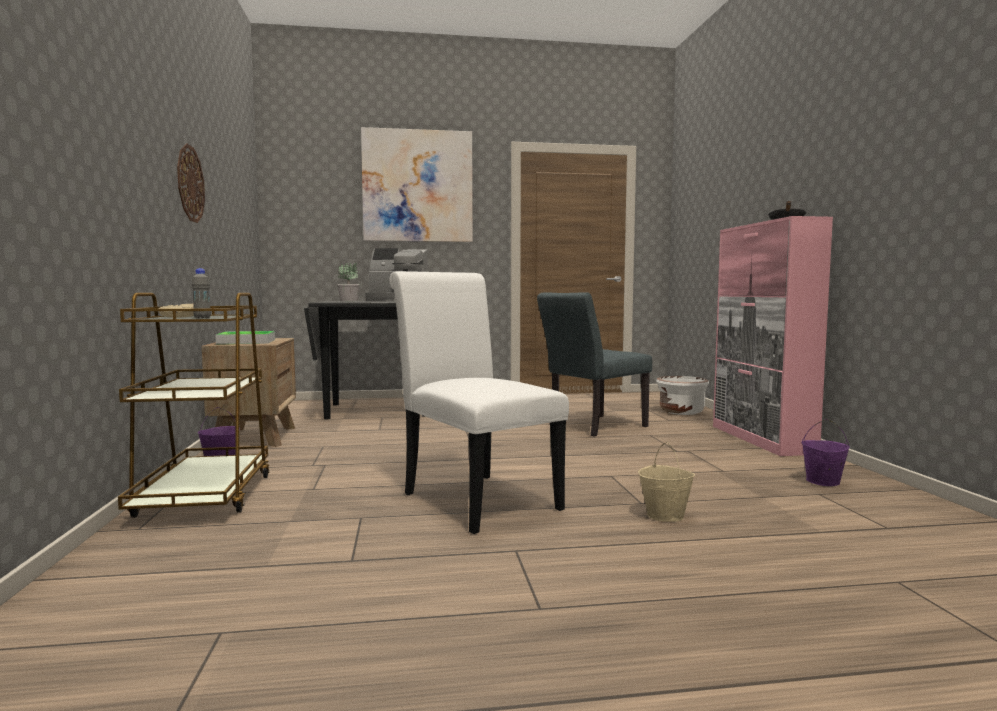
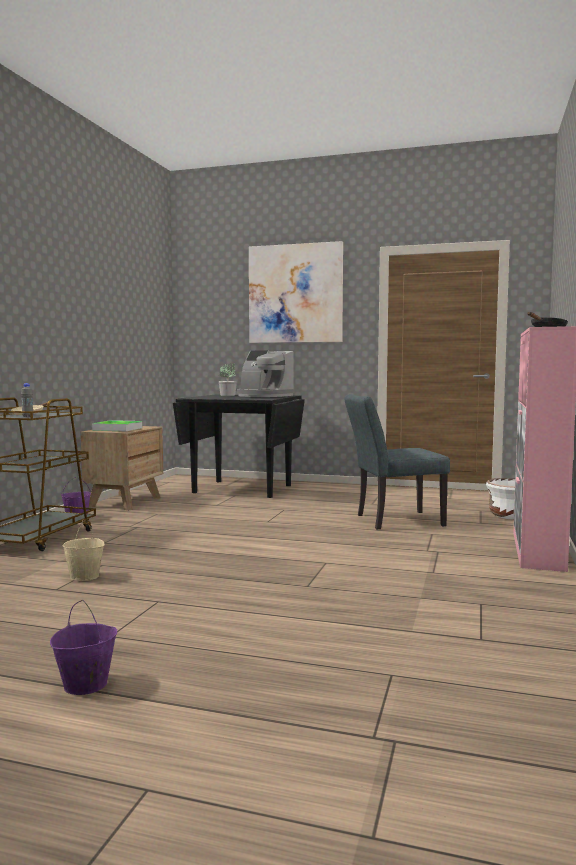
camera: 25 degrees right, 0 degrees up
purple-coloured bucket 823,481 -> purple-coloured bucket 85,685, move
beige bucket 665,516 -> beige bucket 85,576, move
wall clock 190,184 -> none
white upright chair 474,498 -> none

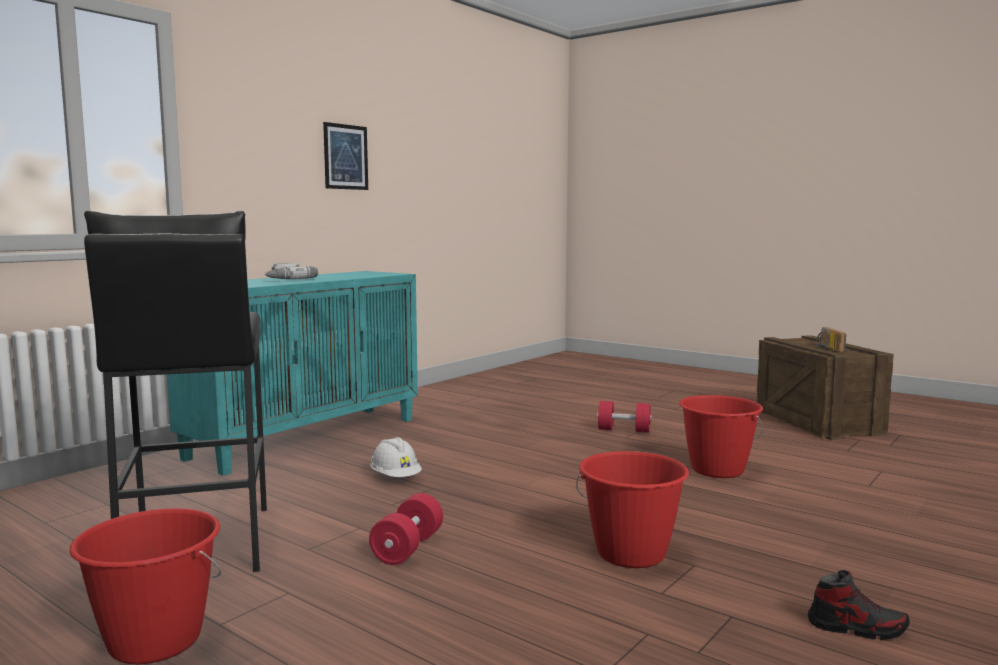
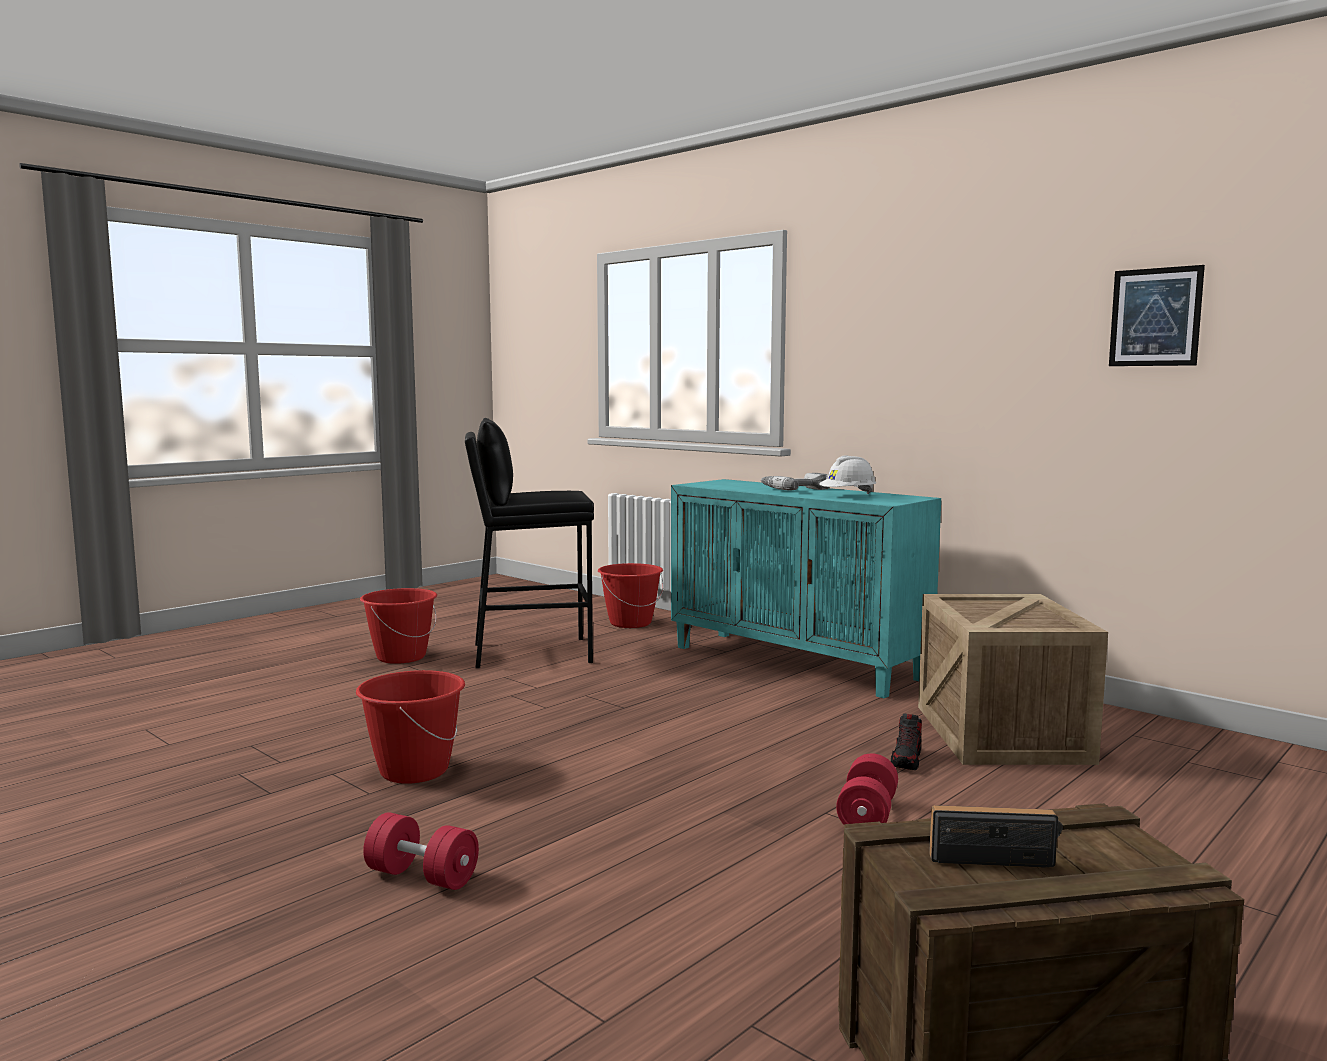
camera: 95 degrees right, 0 degrees up
red-coloured hand weight 407,548 -> red-coloured hand weight 422,876, move
red-coloured bucket 717,470 -> red-coloured bucket 630,623, move
white work helmet 395,478 -> white work helmet 848,495, move
low shoe 856,628 -> low shoe 907,760, move
none -> packing crate 1004,734
picture 346,157 -> picture 1155,317, move

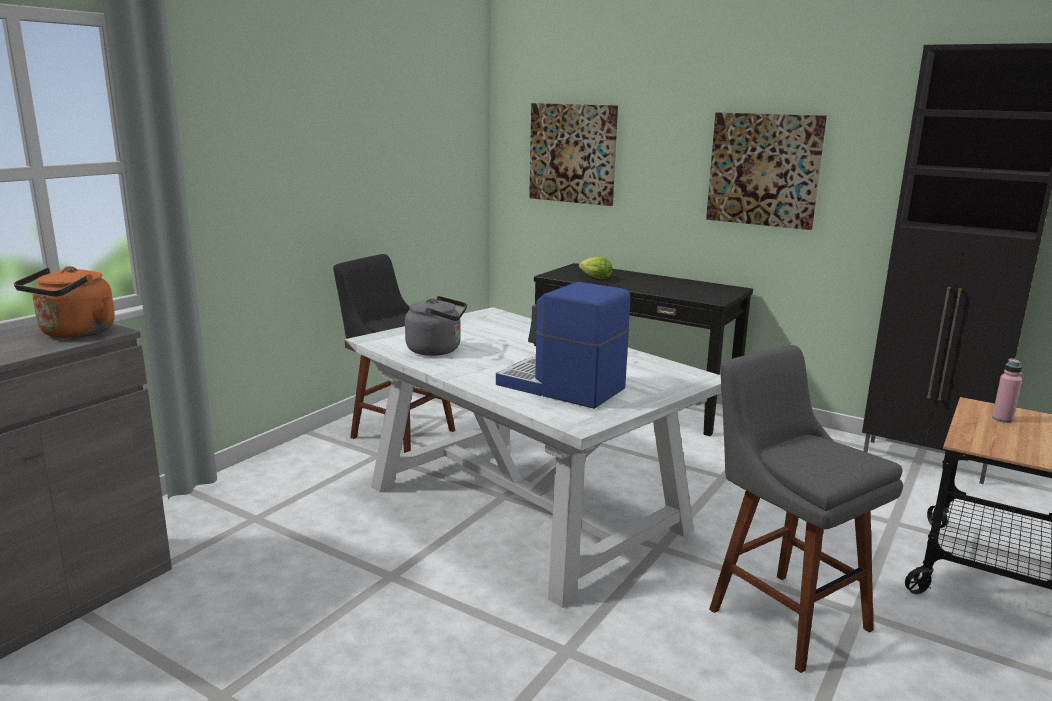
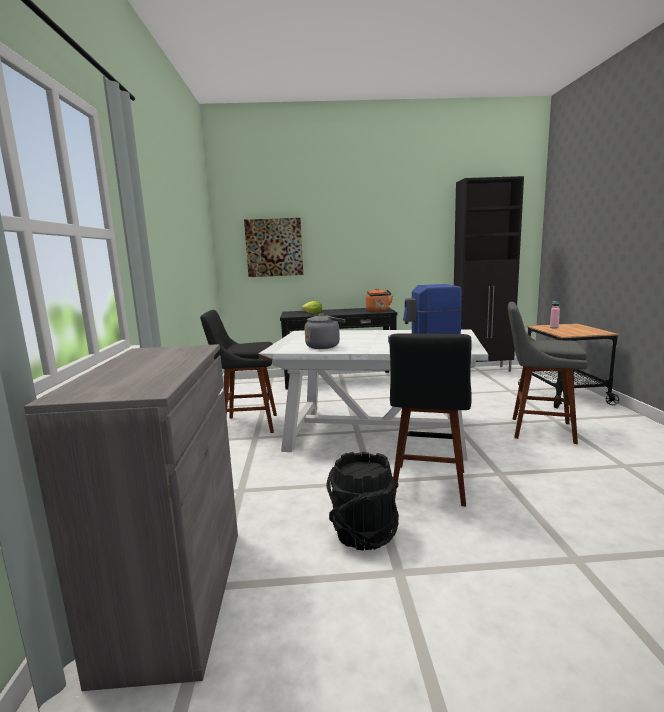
camera: 35 degrees left, 5 degrees down
none -> black bucket 363,534
orange water kettle 74,333 -> orange water kettle 378,311, move
none -> black stool 428,487
picture 764,170 -> none

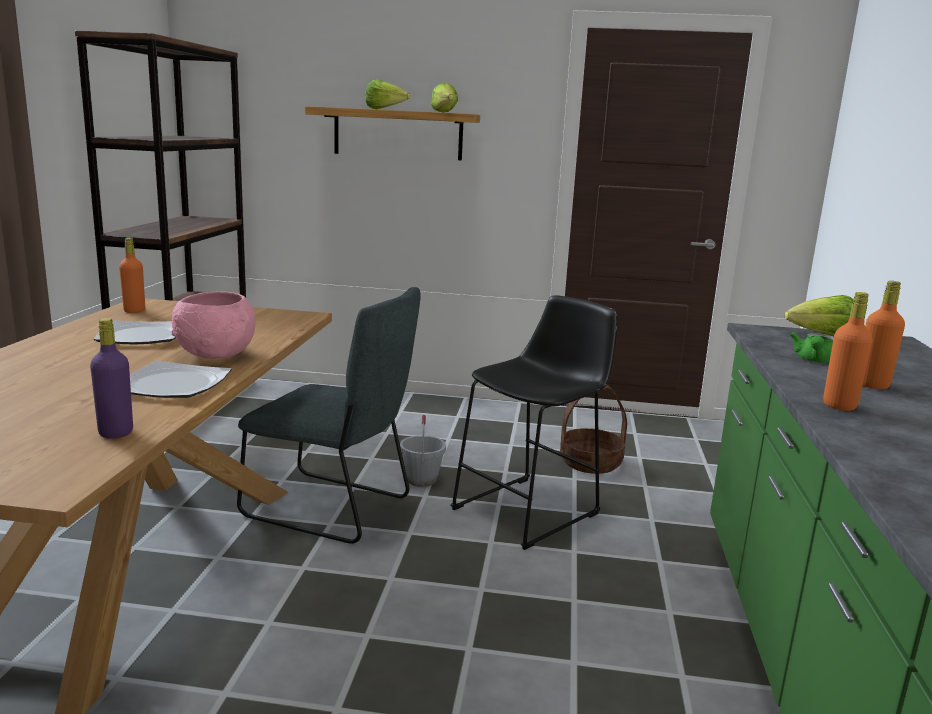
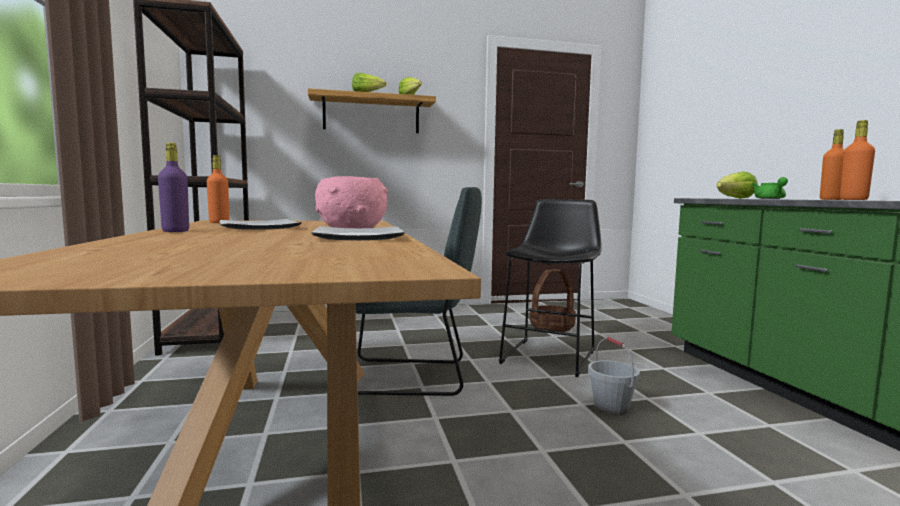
camera: 20 degrees left, 10 degrees down
purple-coloured bottle 116,433 -> purple-coloured bottle 175,231, move
greyish bucket 422,480 -> greyish bucket 611,408, move

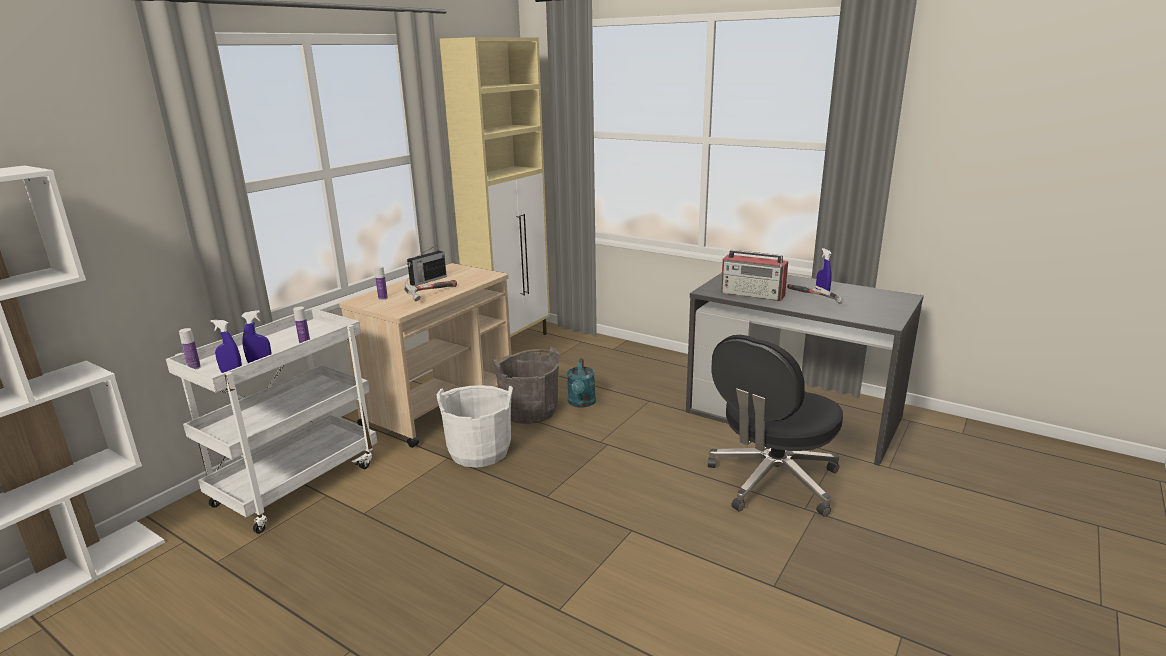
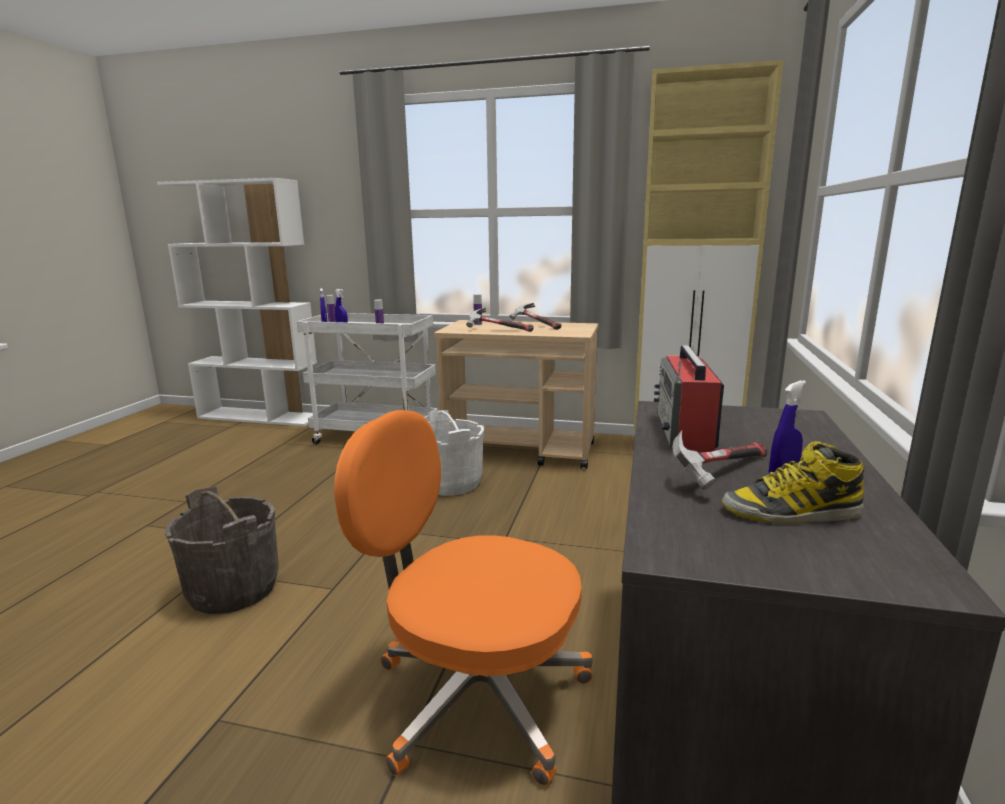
camera: 70 degrees right, 5 degrees down
greyish bucket 529,411 -> greyish bucket 233,589, move
black desk chair 772,481 -> orange desk chair 475,696
radio 427,280 -> tool hammer 536,325
none -> tall boot 791,512
turquoise watering pot 581,403 -> none

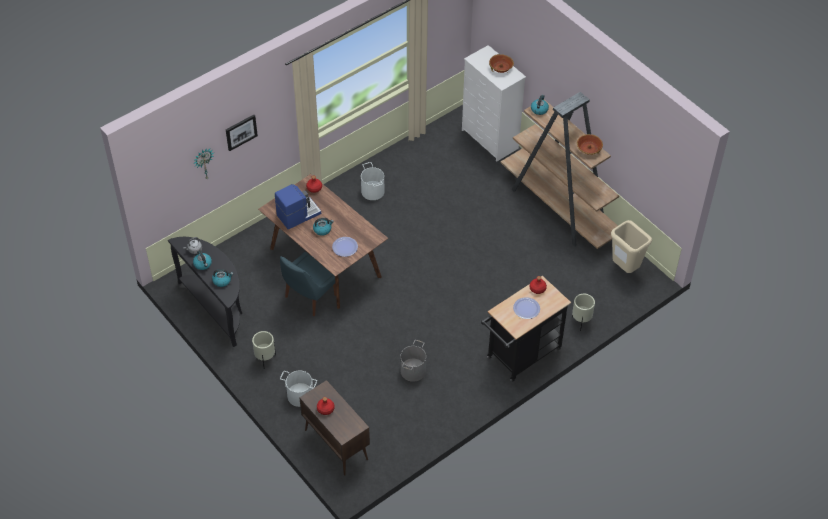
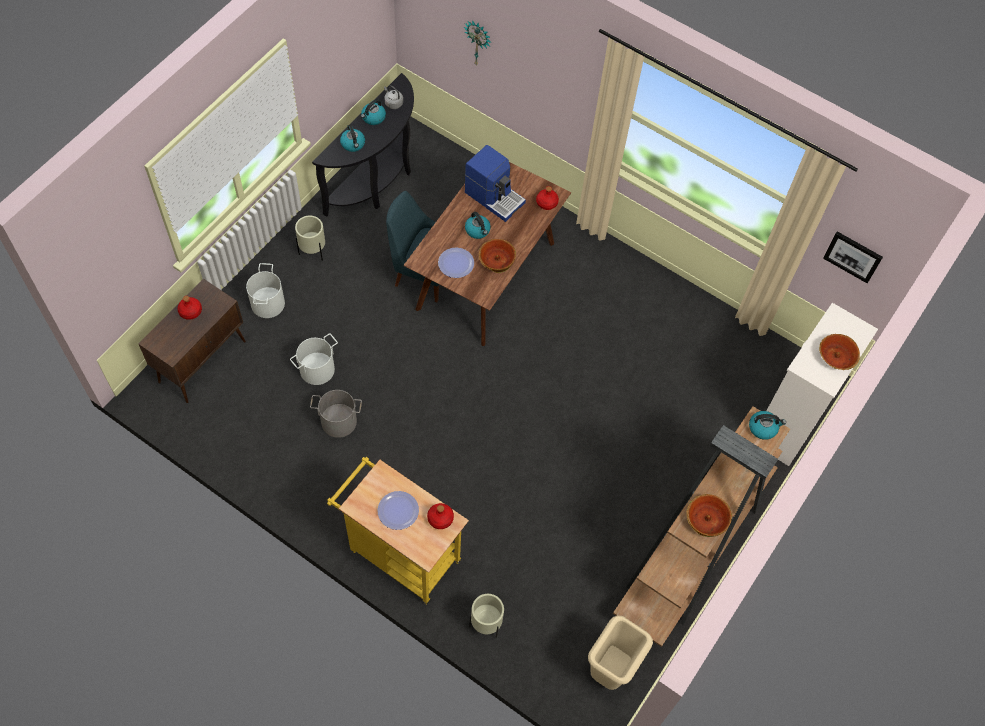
camera: 70 degrees right, 10 degrees up
white bucket 373,191 -> white bucket 317,370, move
black cart 520,356 -> yellow-coloured cart 399,552
none -> serving bowl 496,260
picture 241,132 -> picture 853,256, move

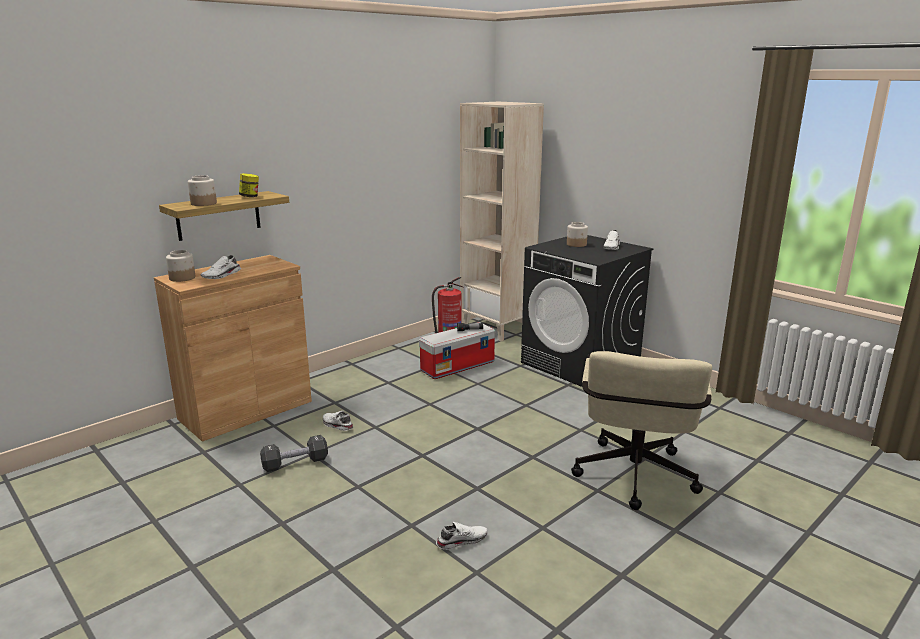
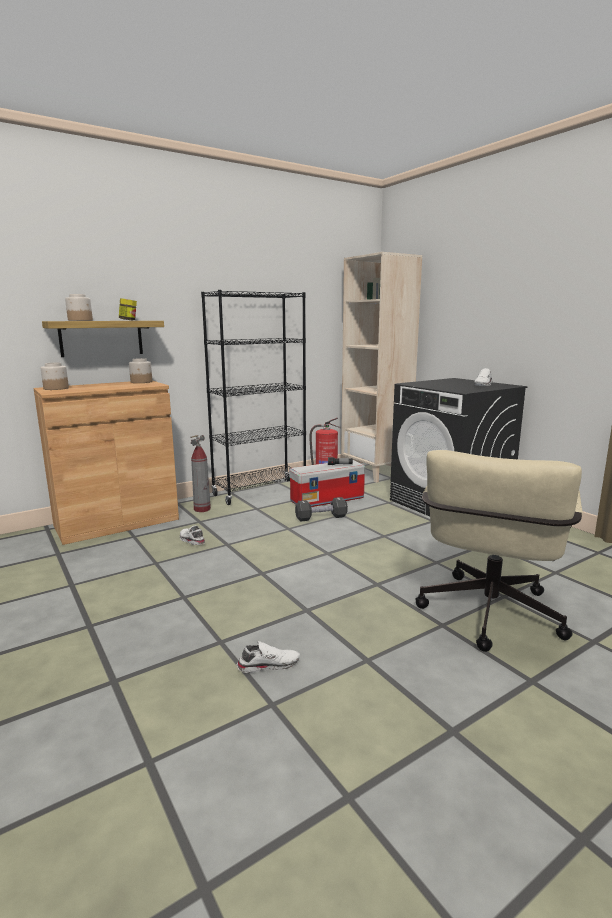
camera: 10 degrees right, 5 degrees down
jar 576,244 -> jar 141,382, move
none -> fire extinguisher 202,509
none -> black shelving unit 260,492
black hand weight 295,463 -> black hand weight 321,518, move
white low shoe 222,276 -> none

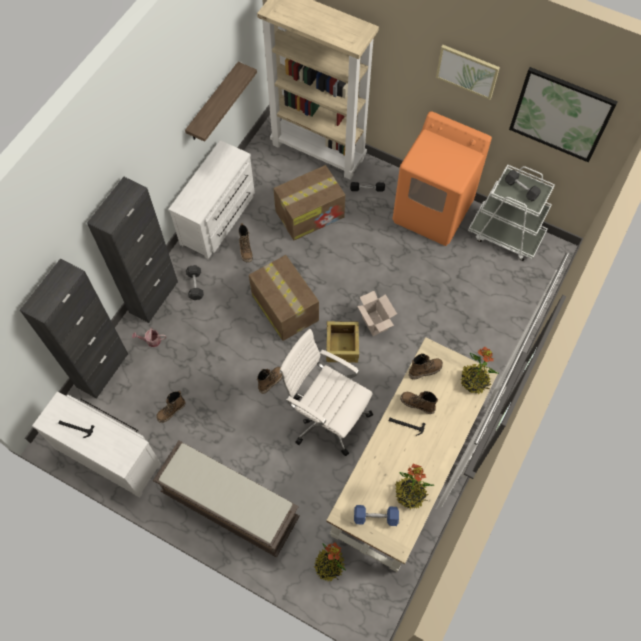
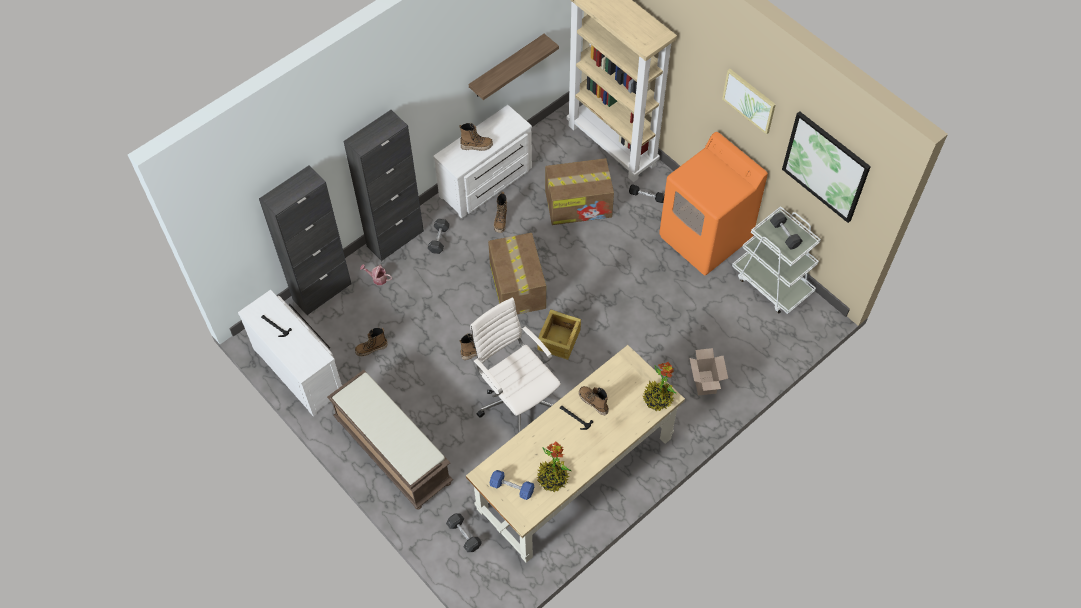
camera: 20 degrees right, 5 degrees down
plant in a pot 329,566 -> greyish hand weight 464,535
tall boot 425,370 -> tall boot 476,146, move
packing box 376,323 -> packing box 705,383, move

